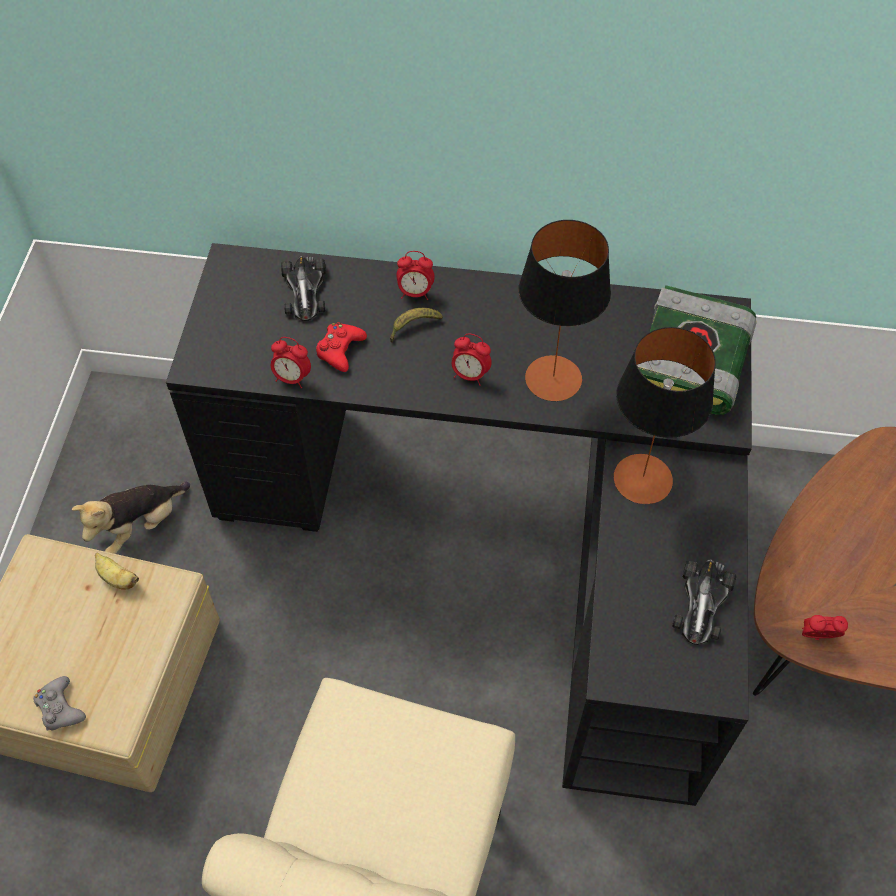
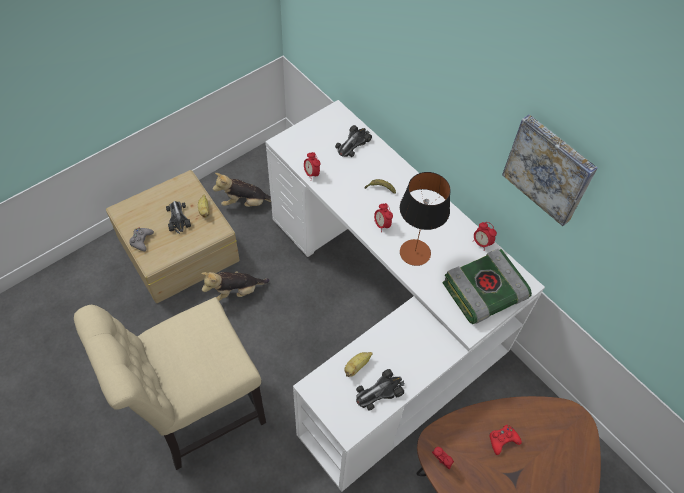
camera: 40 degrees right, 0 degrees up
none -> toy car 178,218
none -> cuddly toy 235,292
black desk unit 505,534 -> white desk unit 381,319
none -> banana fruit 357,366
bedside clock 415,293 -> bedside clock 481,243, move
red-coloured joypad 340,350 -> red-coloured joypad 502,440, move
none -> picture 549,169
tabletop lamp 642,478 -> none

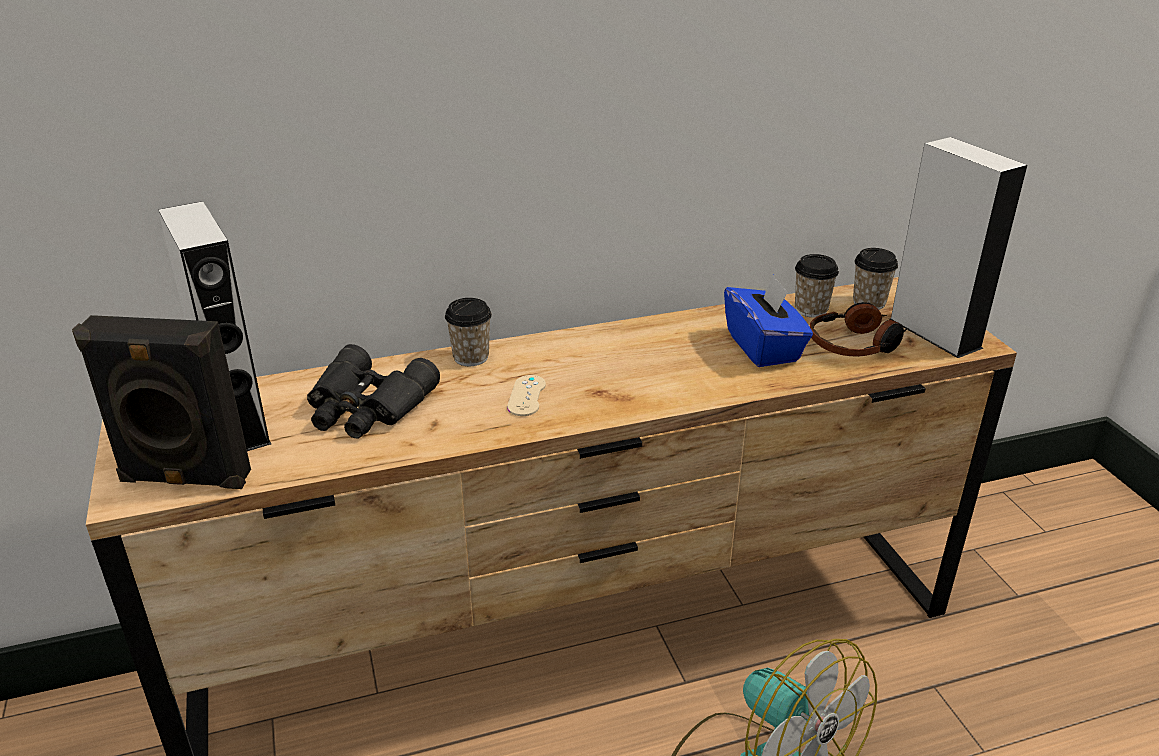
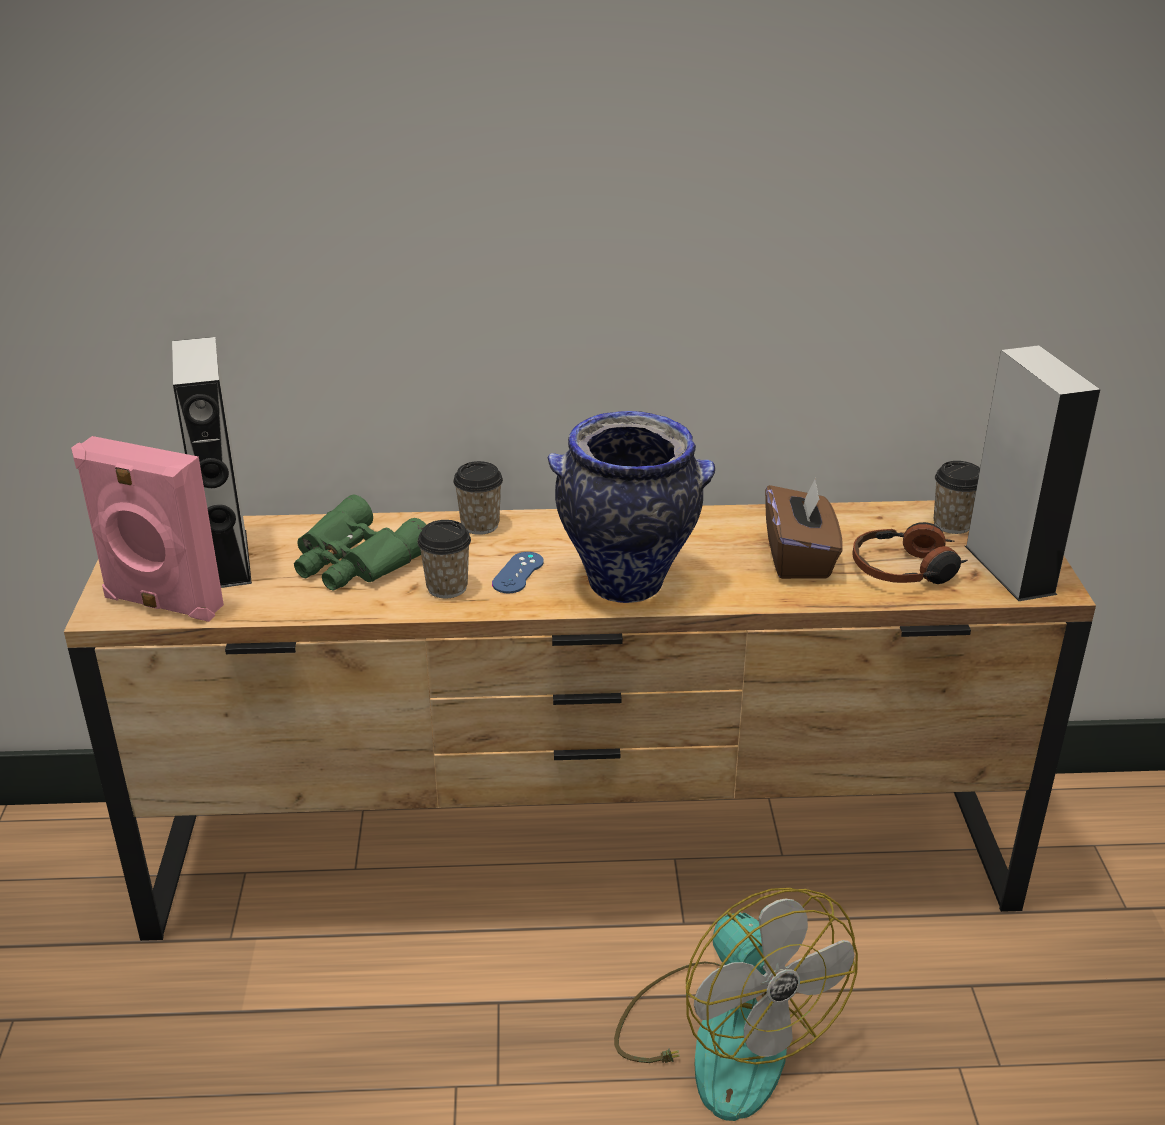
camera: 15 degrees right, 0 degrees up
black speaker 184,479 -> pinkish speaker 161,604
black pair of binoculars 366,407 -> green pair of binoculars 355,561
drinking cup 811,310 -> drinking cup 447,587, move
beige joypad 526,396 -> blue joypad 518,573
none -> vase 628,584
blue box of tissues 763,347 -> brown-coloured box of tissues 799,557

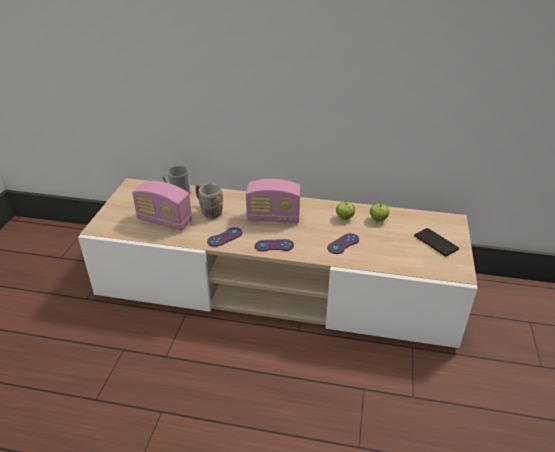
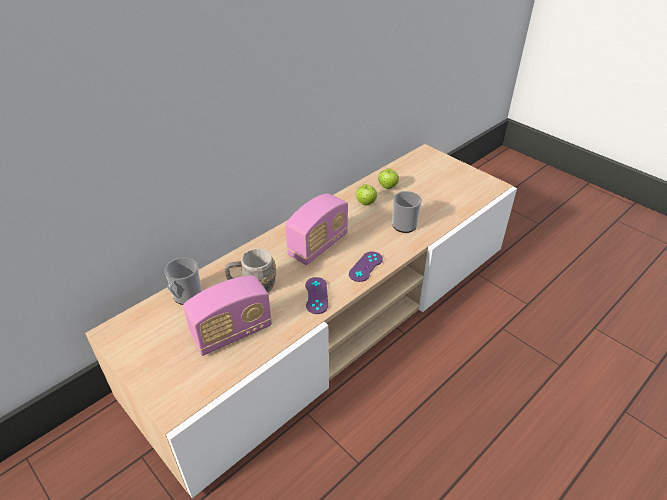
camera: 55 degrees left, 5 degrees up
purple-coloured joypad 343,244 -> coffee mug 403,223
handset 435,242 -> none

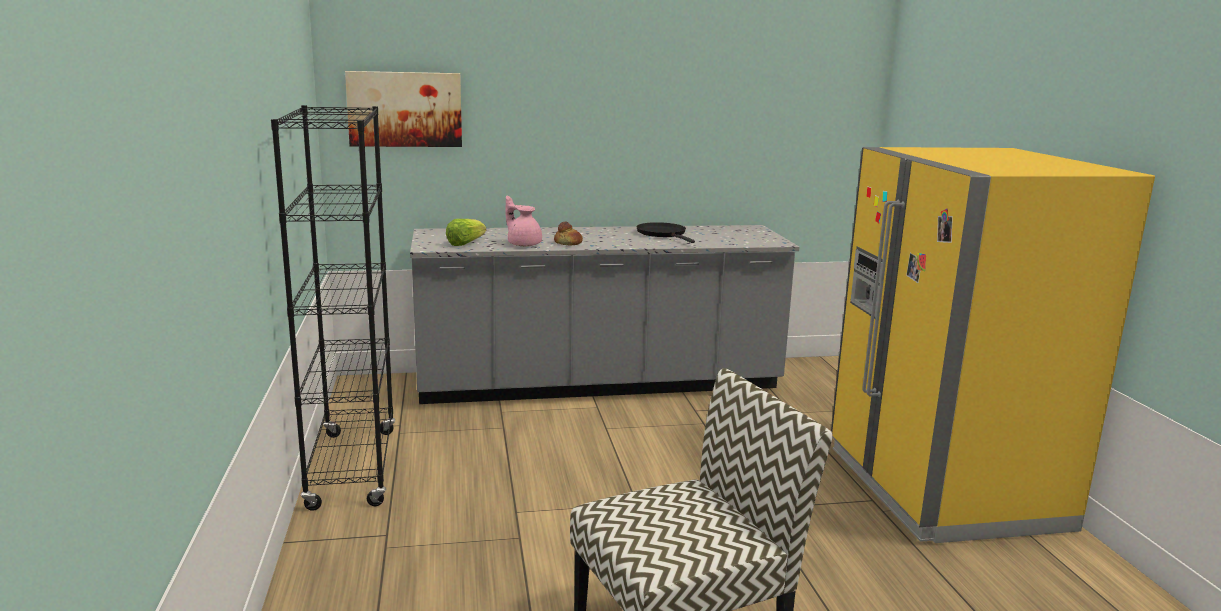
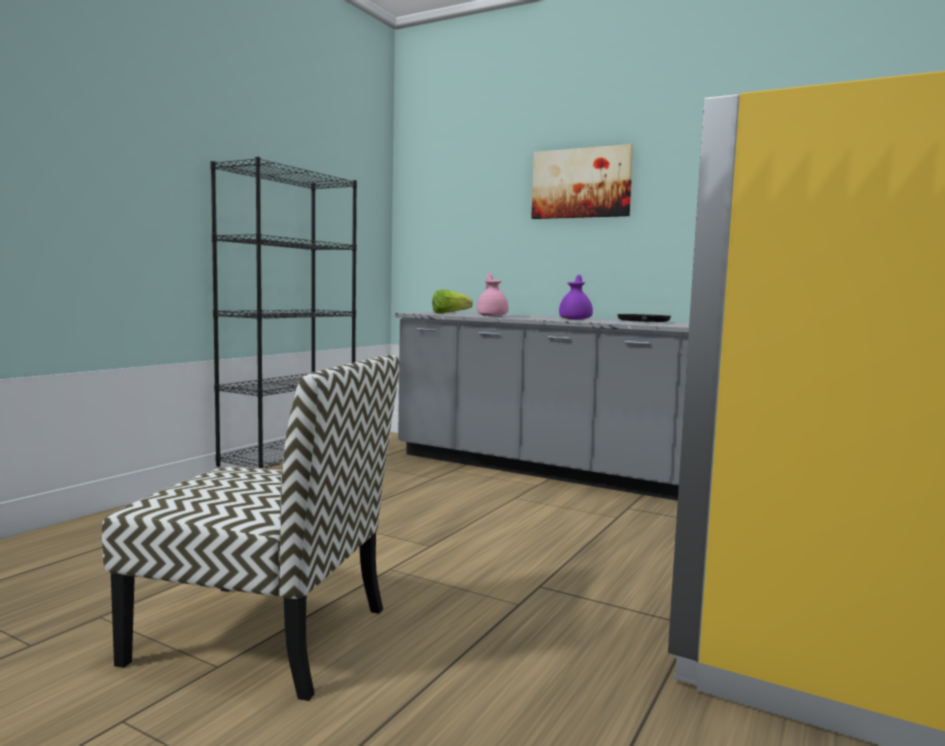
camera: 40 degrees right, 10 degrees down
picture 405,109 -> picture 581,183, move
none -> purple-coloured tea pot 576,319
bakery bread 568,243 -> none

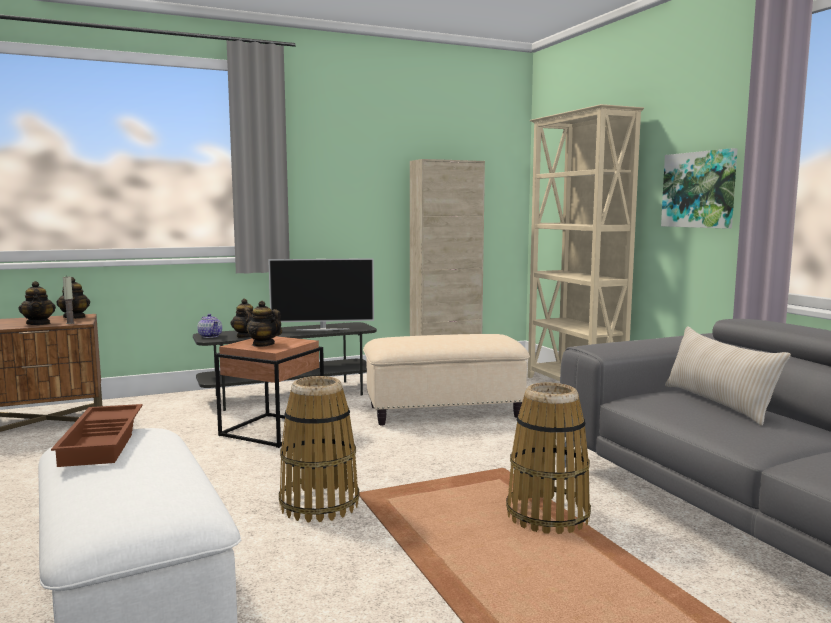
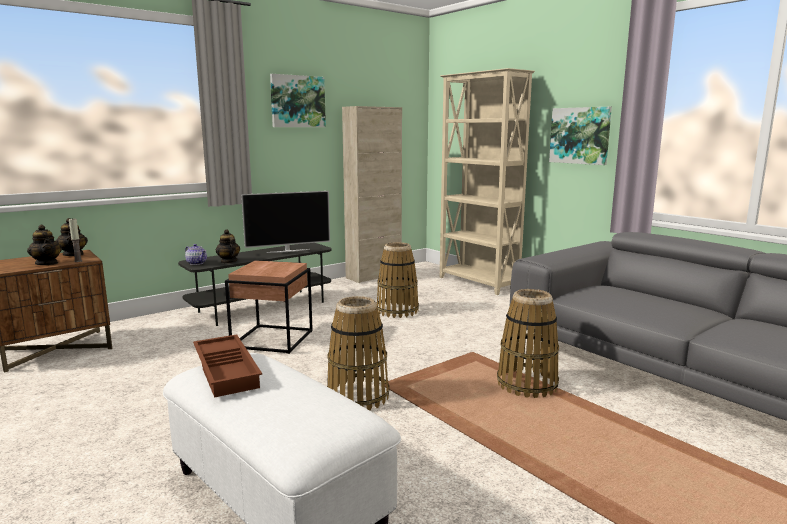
camera: 15 degrees left, 5 degrees up
none -> picture 297,101
beige pouffe 444,411 -> basket 397,311
tea pot 263,344 -> none
beige throw pillow 718,403 -> none

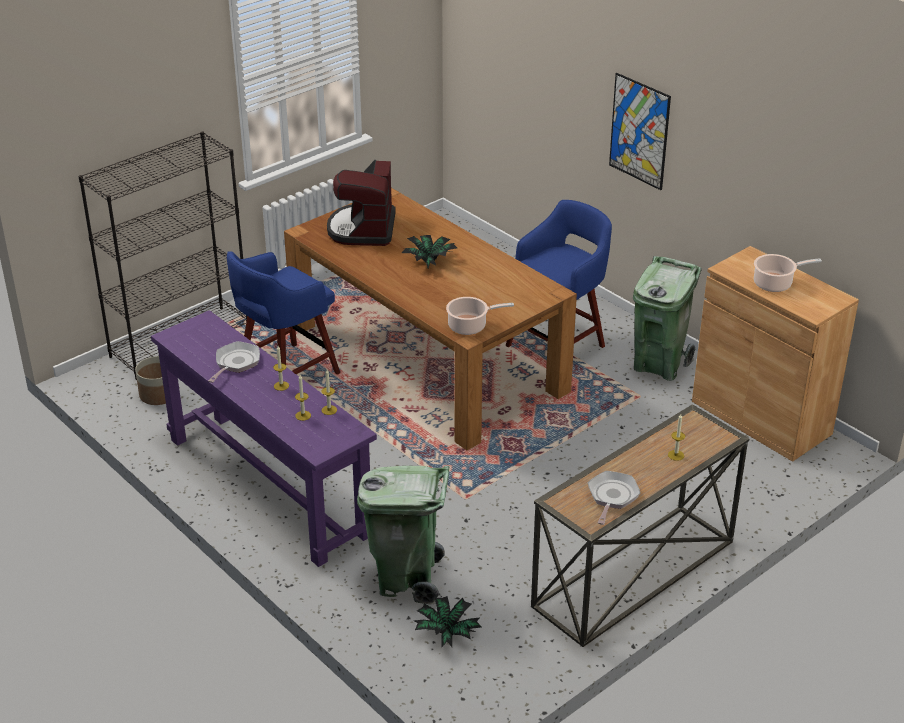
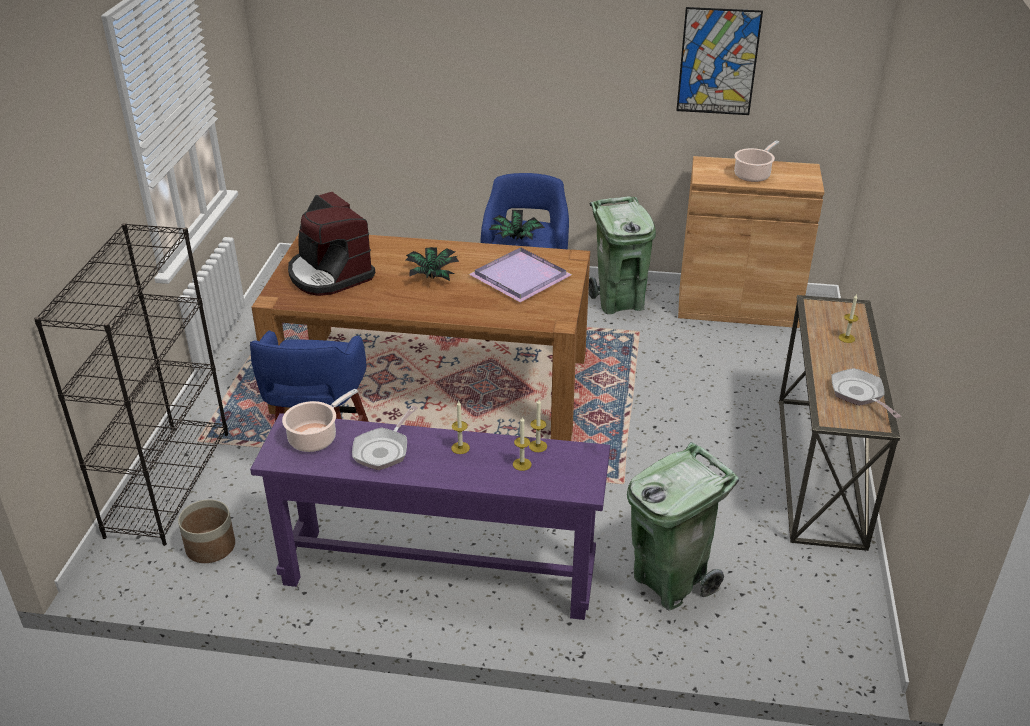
camera: 40 degrees left, 0 degrees up
stockpot 470,326 -> stockpot 315,437, move
pan 236,363 -> pan 383,450, 135 degrees counterclockwise
none -> purple-coloured tray 522,277
plant in a pot 446,633 -> plant in a pot 516,239, move
picture 639,131 -> picture 718,62, move

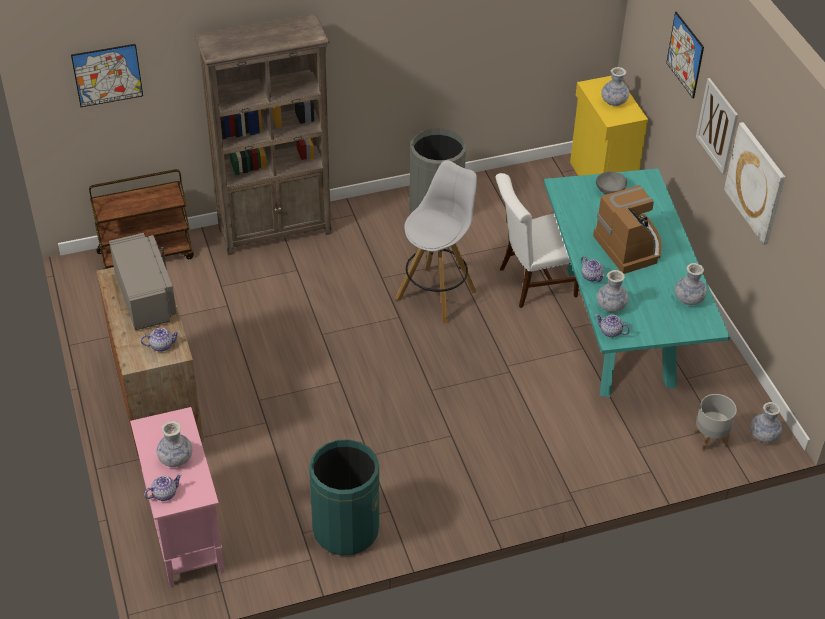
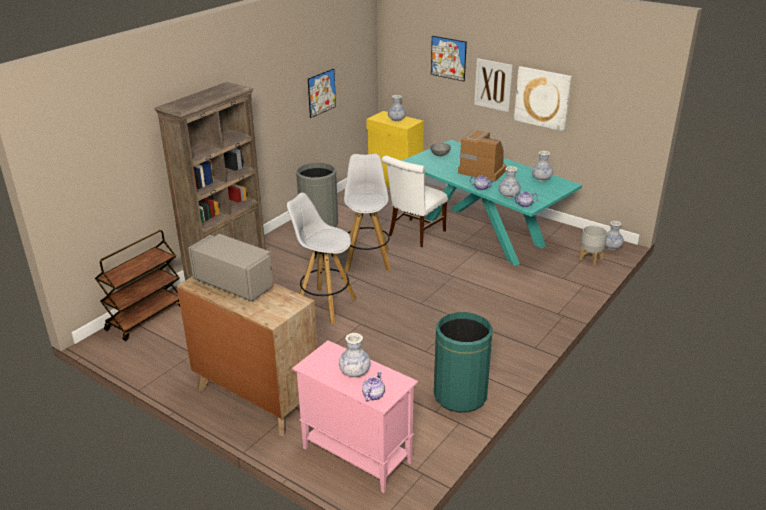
camera: 35 degrees left, 15 degrees down
none -> white stool 324,305
picture 107,75 -> picture 321,93, move
tea pot 162,345 -> none

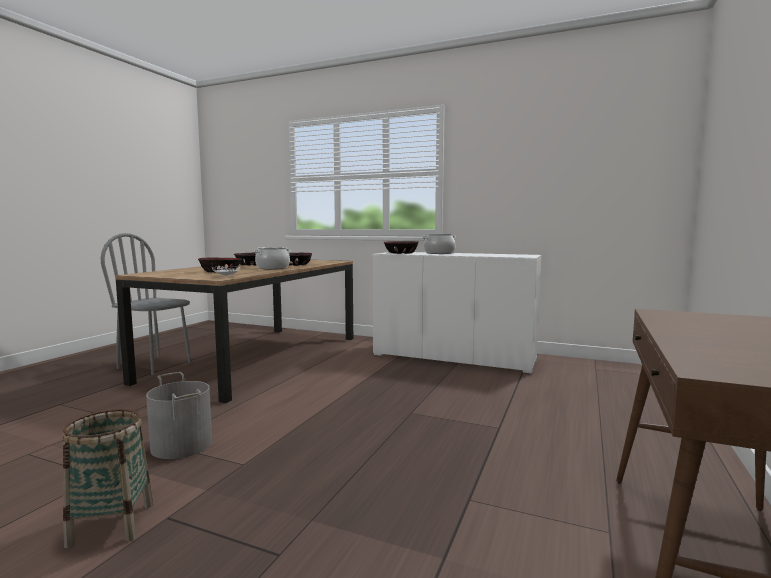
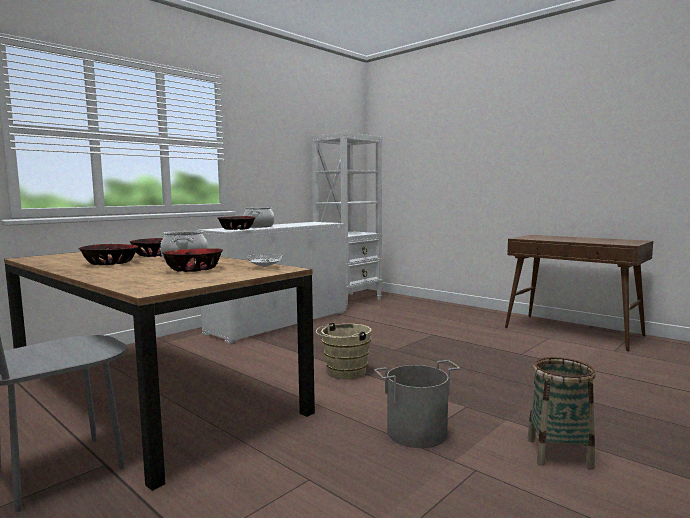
camera: 70 degrees left, 0 degrees up
none -> white shelving unit 349,300
none -> beige bucket 343,373

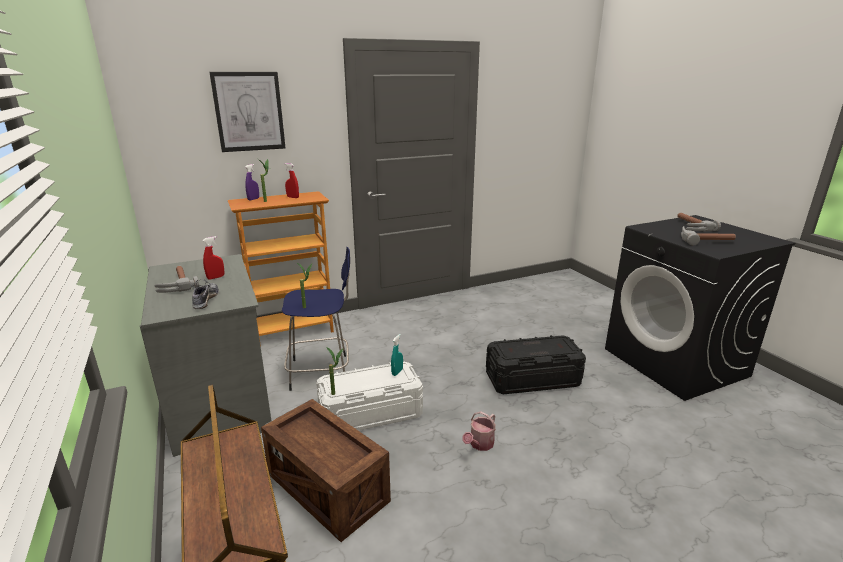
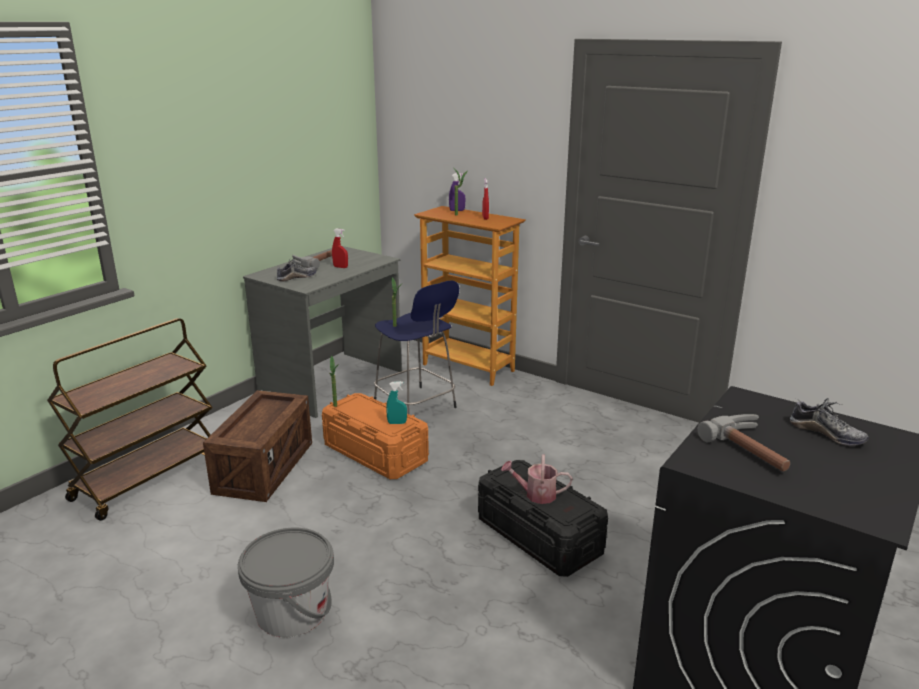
camera: 60 degrees right, 0 degrees up
none -> greyish bucket 292,612
white storage bin 370,413 -> orange storage bin 375,453
watering pot 479,444 -> watering pot 536,494, move
tool hammer 689,226 -> low shoe 826,434
picture 249,111 -> none

